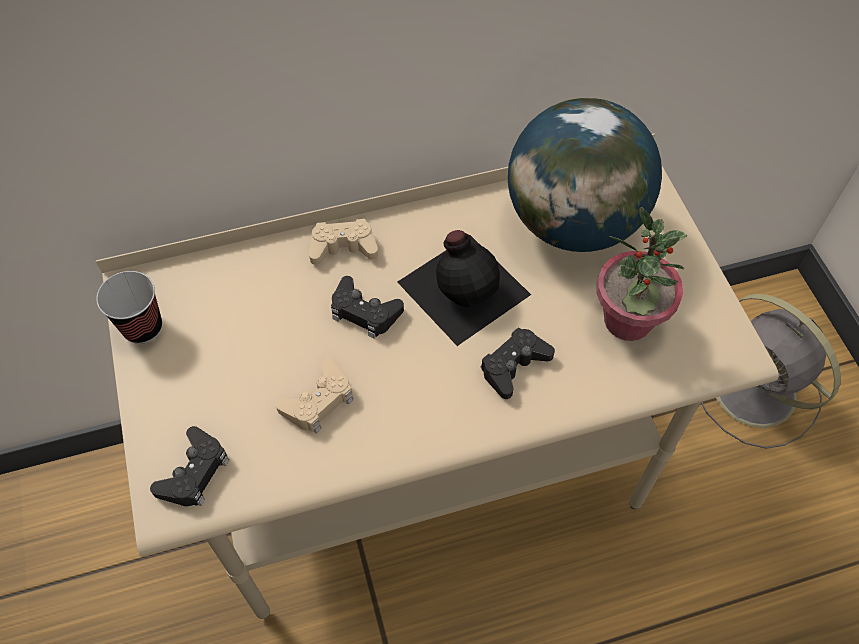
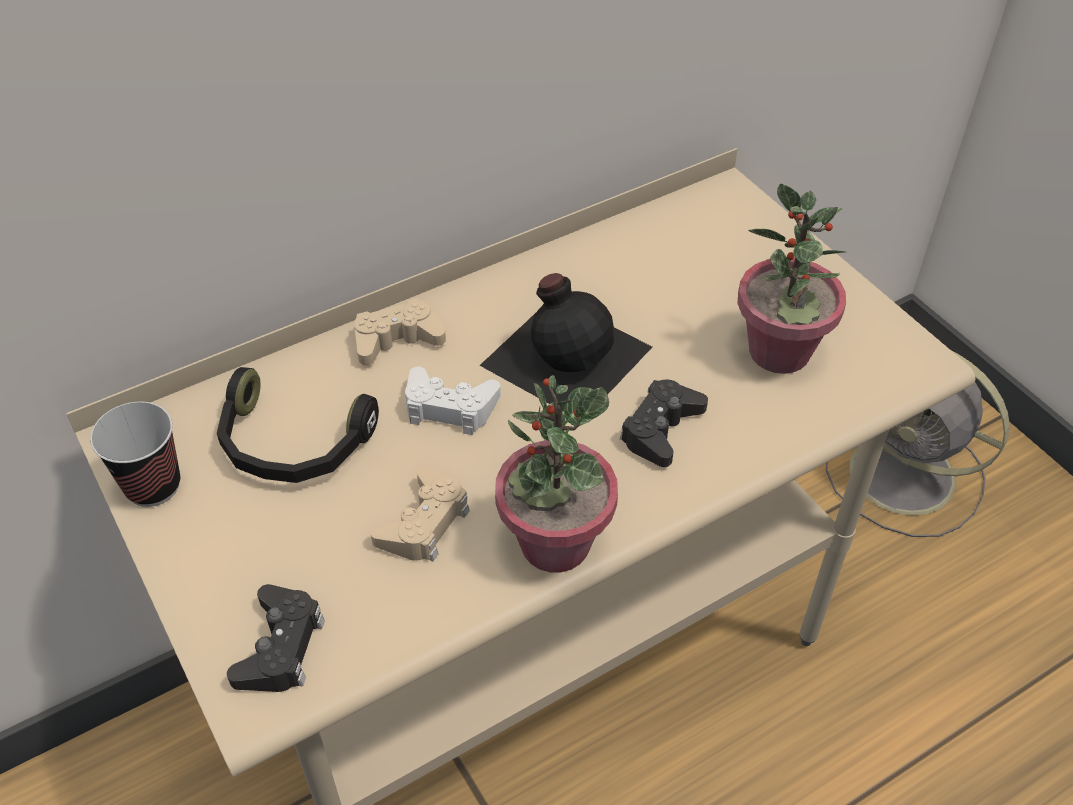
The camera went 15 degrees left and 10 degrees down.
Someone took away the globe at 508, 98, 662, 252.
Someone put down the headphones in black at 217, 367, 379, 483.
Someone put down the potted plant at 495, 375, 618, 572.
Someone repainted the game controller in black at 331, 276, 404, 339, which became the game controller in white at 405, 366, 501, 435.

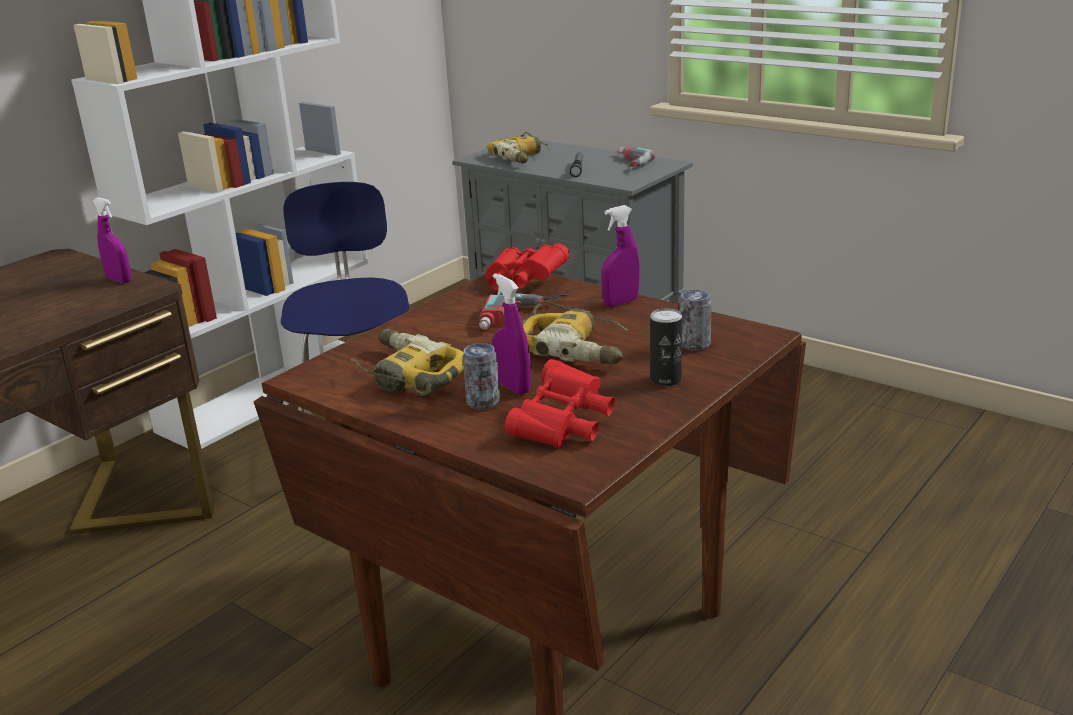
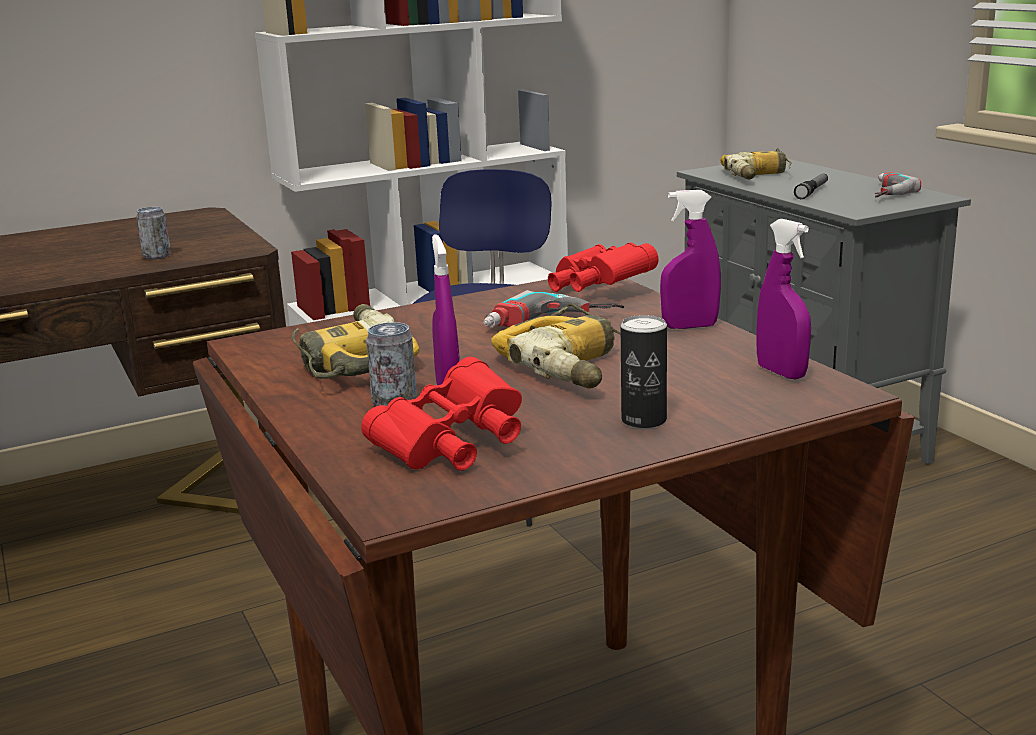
The camera went 25 degrees right and 5 degrees down.
Someone carried the spray bottle in purple from 92, 197, 131, 283 to 757, 219, 811, 379.
Someone carried the can from 679, 290, 712, 351 to 136, 207, 171, 259.

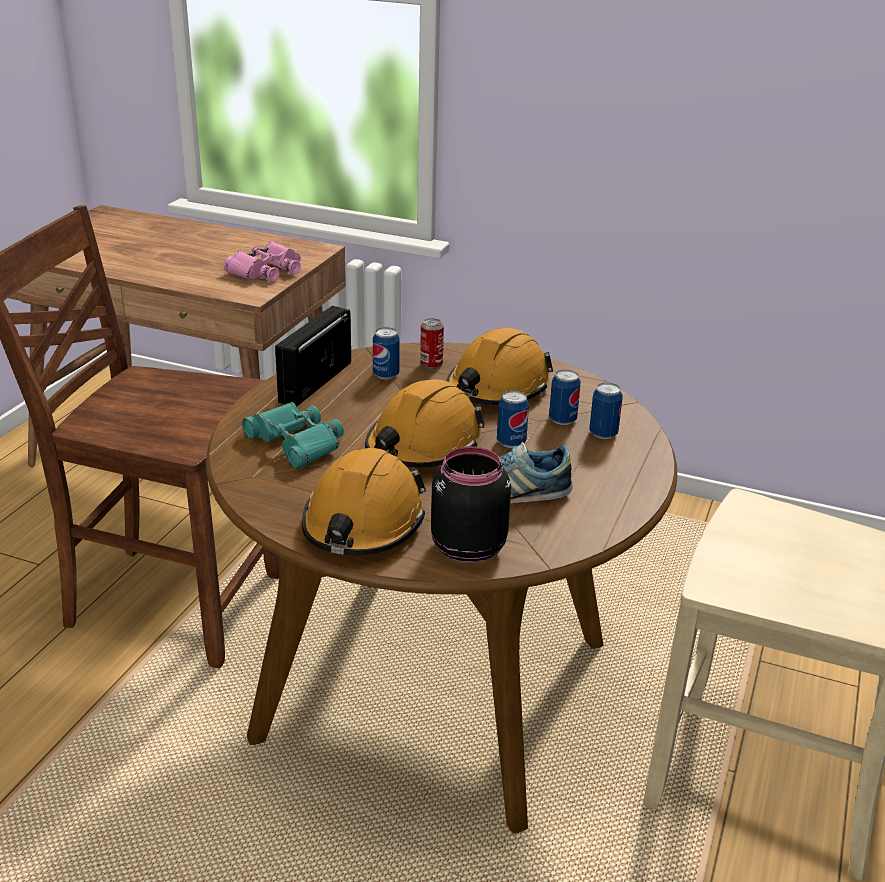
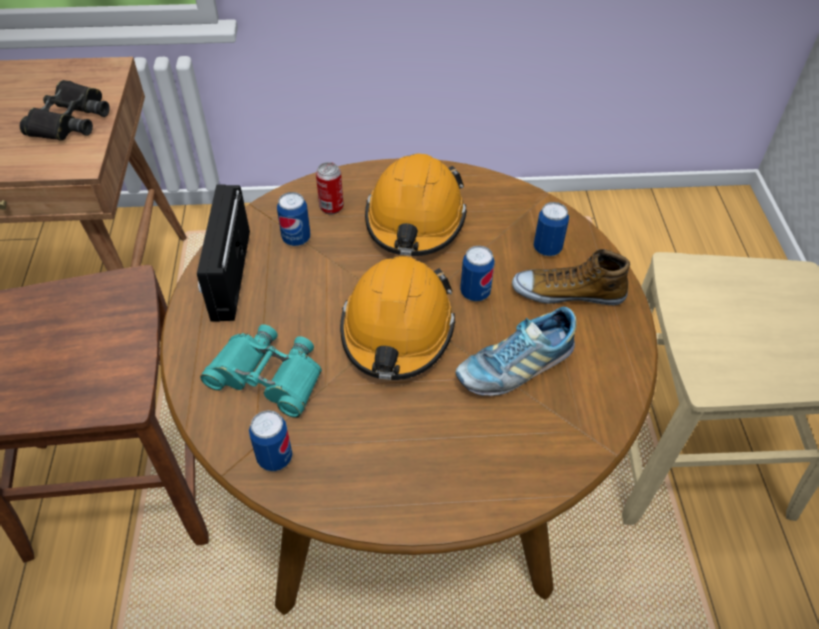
The camera went 25 degrees left and 20 degrees up.
Someone took away the hard hat in orange at 302, 448, 426, 555.
Someone took away the jar in black at 431, 447, 511, 563.
Someone put down the shoe at 512, 249, 630, 306.
Someone carried the can from 549, 370, 581, 425 to 249, 410, 293, 471.
Someone repainted the binoculars in pink at 223, 241, 301, 282, which became the binoculars in black at 20, 80, 110, 141.

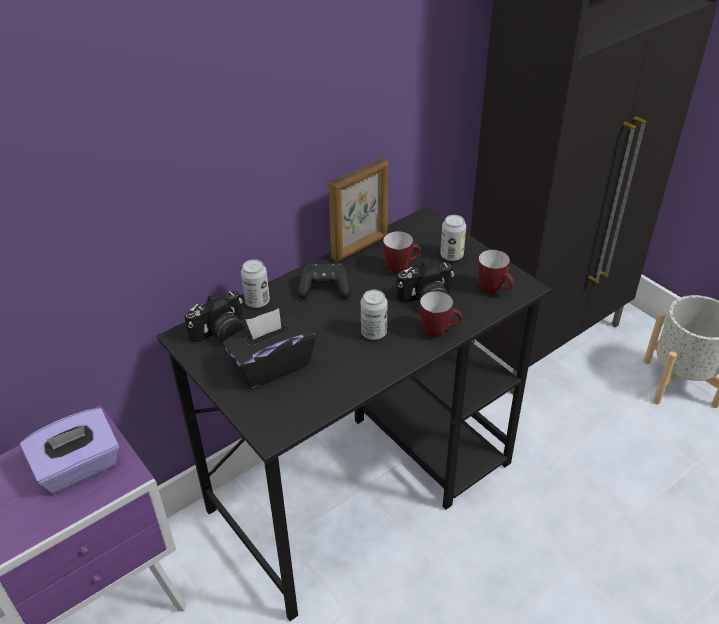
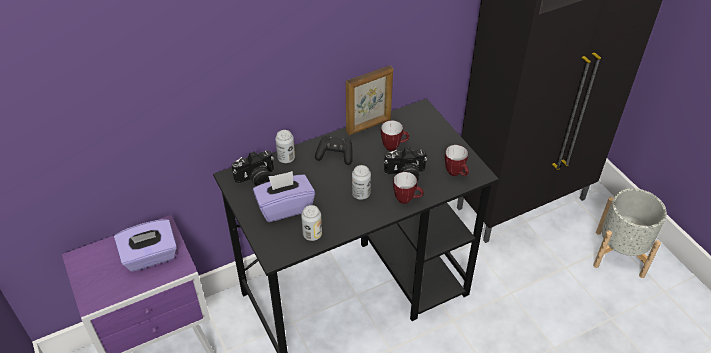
The camera went 10 degrees right and 5 degrees up.
Someone carried the can from 440, 215, 466, 261 to 301, 205, 322, 241.
Someone repainted the tissue box in black at 223, 308, 315, 388, which became the tissue box in purple at 253, 171, 315, 222.

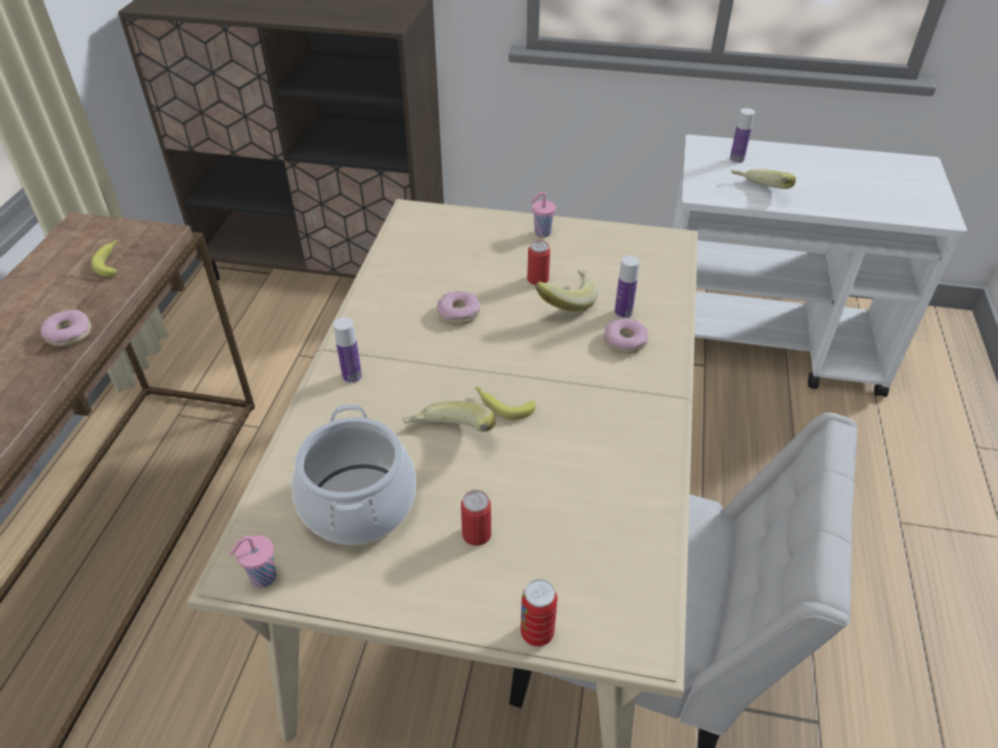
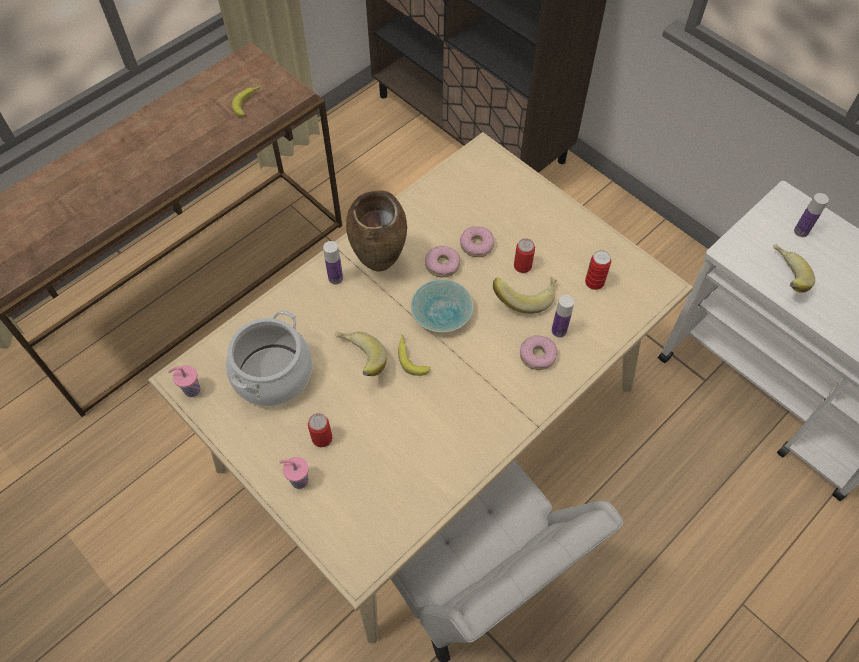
The camera went 35 degrees right and 15 degrees up.
Someone put down the vase in brown at 346, 190, 407, 272.
Someone put down the bowl in turquoise at 411, 279, 473, 332.
Someone carried the donut from 40, 310, 91, 347 to 460, 226, 494, 257.
Someone carried the can from 521, 579, 557, 647 to 585, 250, 611, 290.
Someone carried the cup in pink from 531, 192, 556, 238 to 280, 457, 309, 489.

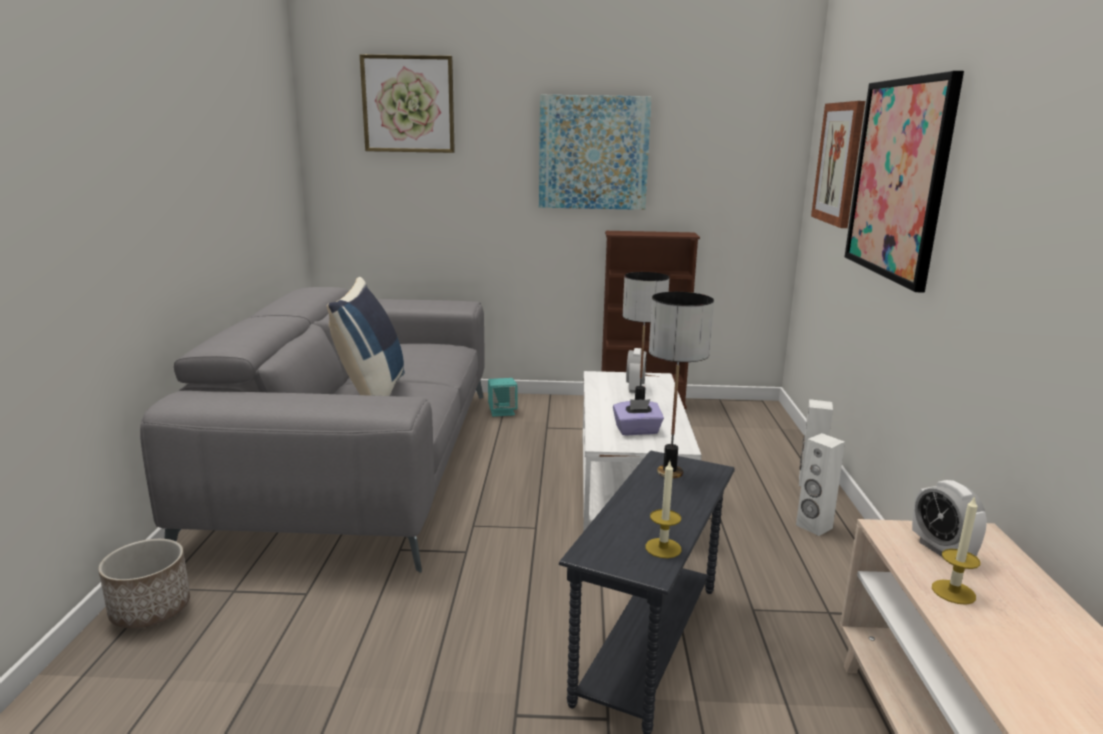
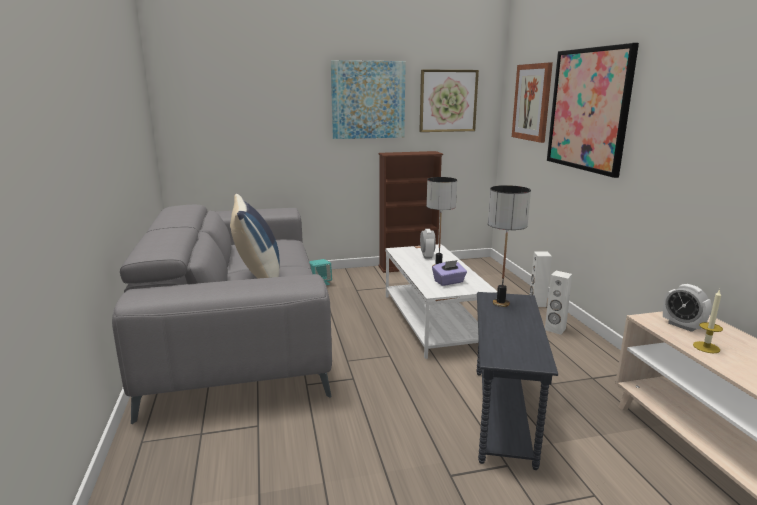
The camera went 15 degrees left and 0 degrees up.
Someone took away the planter at 98, 539, 190, 628.
Someone took away the candle at 645, 461, 682, 558.
Someone carried the picture from 360, 54, 455, 153 to 419, 69, 479, 132.

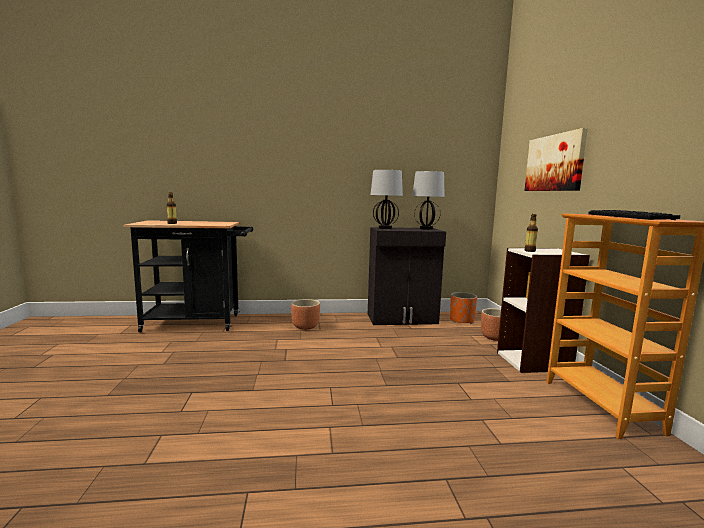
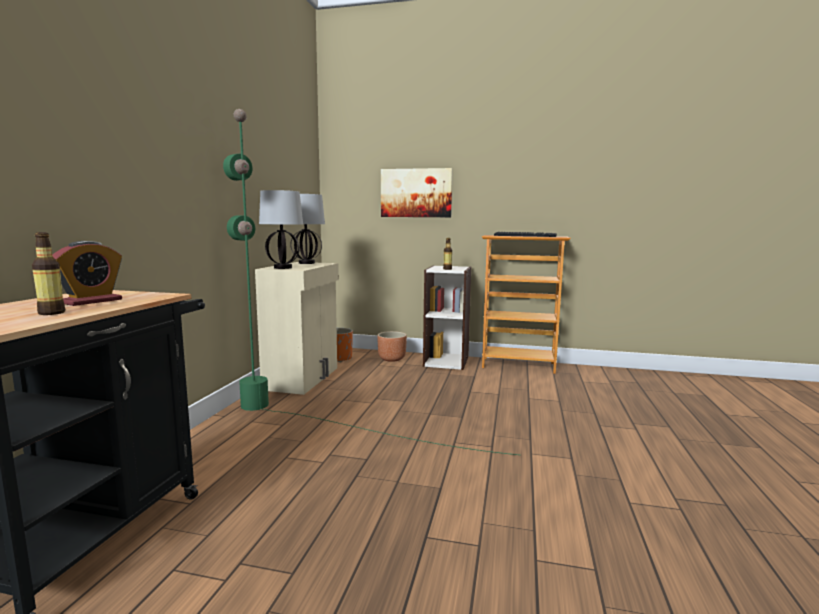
The camera went 70 degrees left and 0 degrees up.
Someone took away the planter in brown at 291, 299, 320, 330.
Someone put down the alarm clock at 52, 241, 122, 306.
Someone put down the floor lamp in green at 223, 109, 519, 455.
Someone repainted the cabinet in black at 368, 227, 446, 325, which became the cabinet in beige at 255, 262, 339, 395.

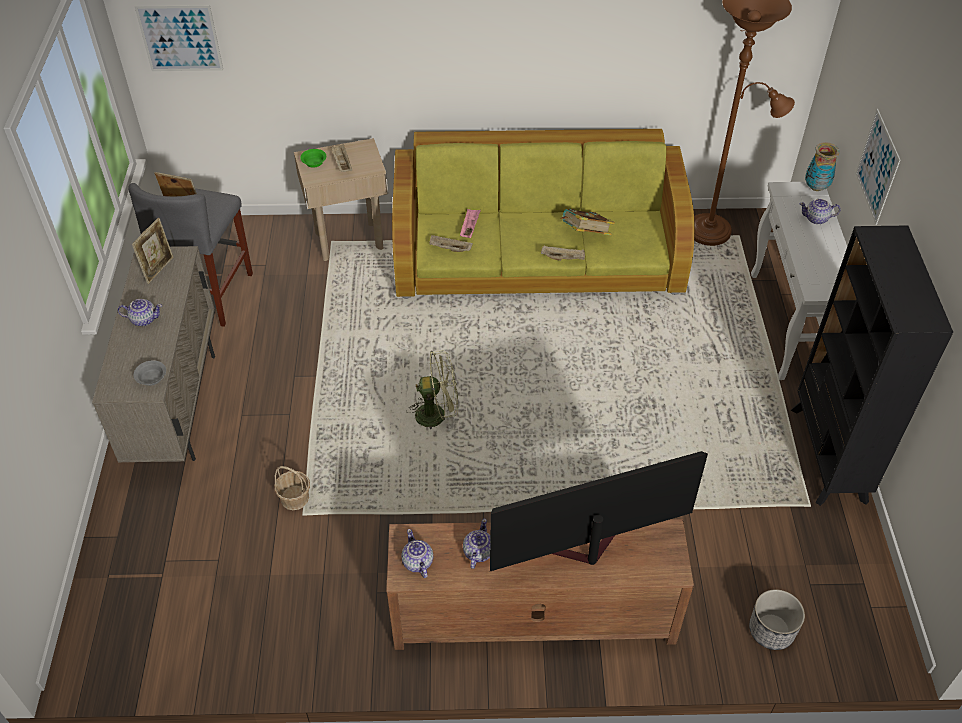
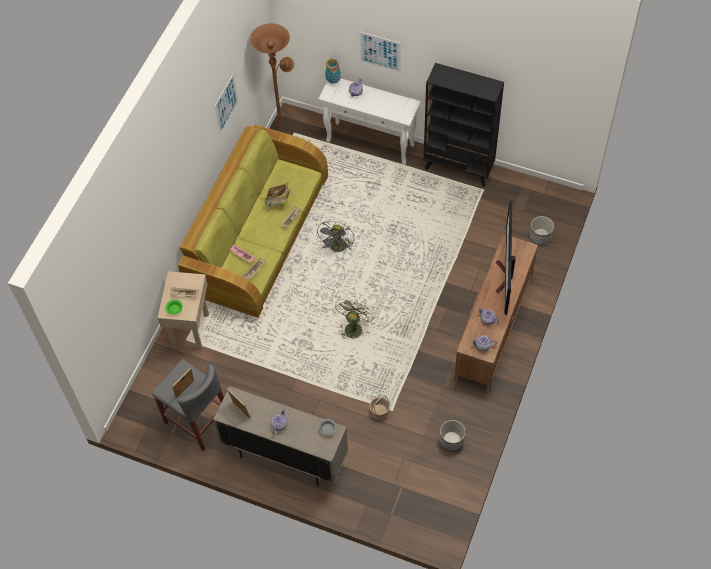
The camera went 65 degrees left and 10 degrees up.
Someone put down the fan in grey at 316, 221, 354, 253.
Someone put down the planter at 440, 420, 466, 451.
Someone carried the picture from 134, 5, 223, 71 to 215, 73, 239, 134.

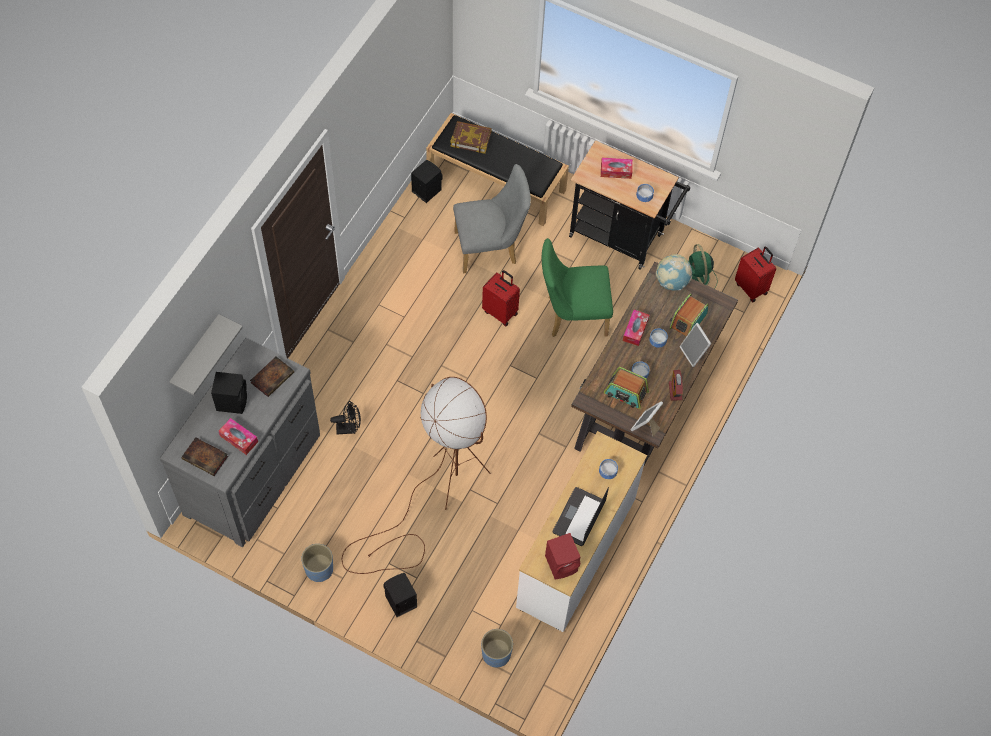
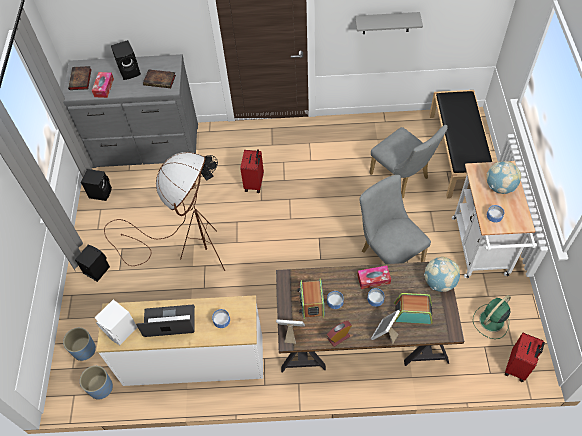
The camera went 65 degrees right and 5 degrees down.
Someone took away the book at 450, 121, 492, 154.
Someone carried the shelf in grey from 169, 314, 243, 395 to 355, 12, 423, 34.
Someone carried the planter in blue from 301, 544, 333, 582 to 80, 366, 113, 400.
Someone carried the speaker in black from 411, 159, 443, 203 to 81, 169, 112, 201.
Someone carried the suitcase in red from 482, 270, 520, 326 to 240, 149, 264, 193.
Someone swapped the tissue box at 601, 158, 633, 179 for the globe at 486, 161, 521, 194.
Someone repainted the chair in green at 542, 238, 613, 337, which became the chair in grey at 359, 175, 431, 264.
Someone repainted the speaker in red at 545, 533, 581, 580, which became the speaker in white at 95, 299, 138, 345.
Someone repainted the cart in black at 569, 140, 690, 270, which became the cart in white at 452, 161, 537, 278.

